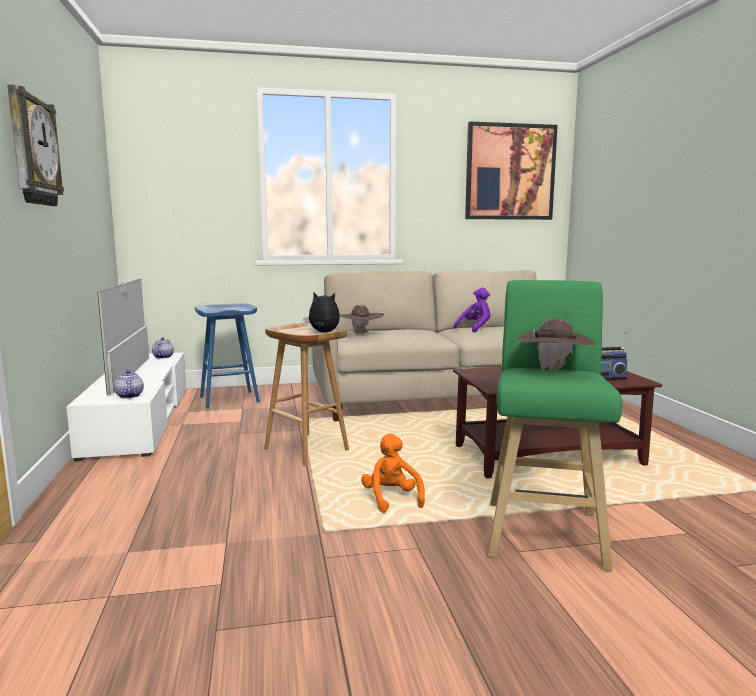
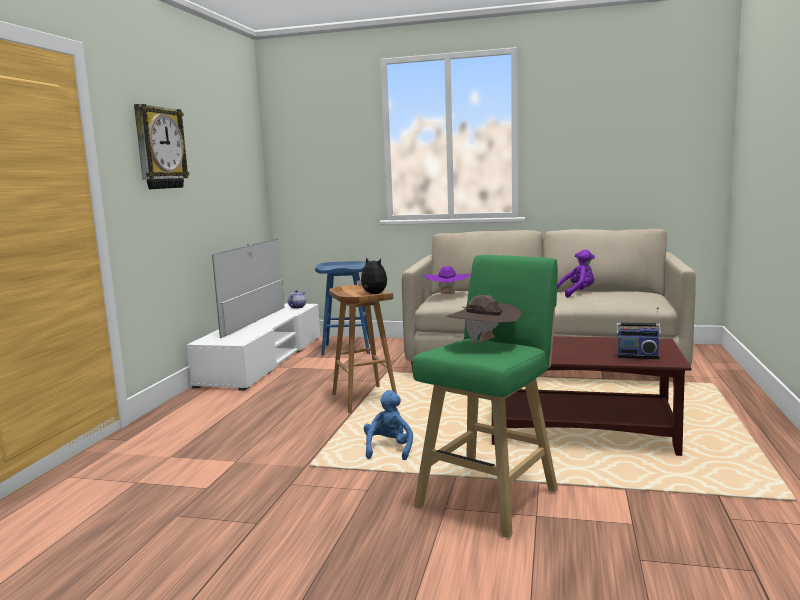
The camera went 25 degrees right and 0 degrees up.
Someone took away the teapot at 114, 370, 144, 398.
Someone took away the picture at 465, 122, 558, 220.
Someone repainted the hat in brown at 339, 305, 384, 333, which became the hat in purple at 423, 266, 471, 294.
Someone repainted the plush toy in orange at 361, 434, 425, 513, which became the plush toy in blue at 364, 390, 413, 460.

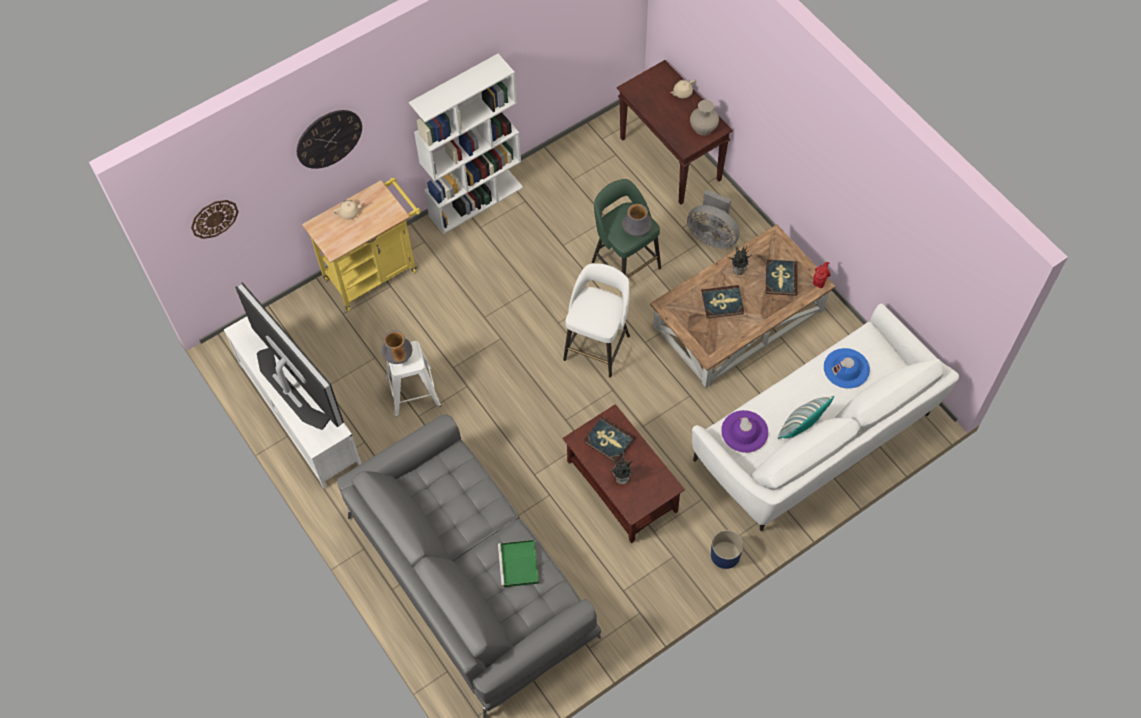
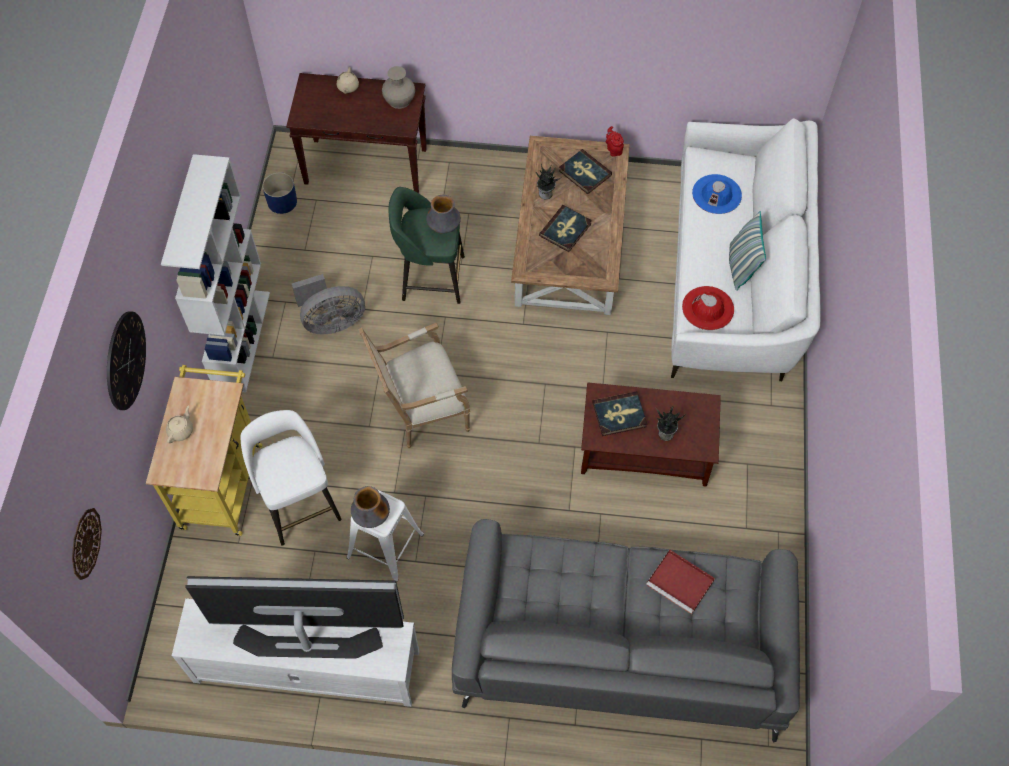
The camera went 50 degrees left and 0 degrees up.
Someone put down the armchair at 358, 323, 470, 448.
Someone carried the stool in white from 563, 263, 630, 377 to 240, 410, 341, 546.
Someone carried the fan in grey from 687, 190, 740, 249 to 292, 274, 365, 335.
Someone carried the planter in blue from 711, 530, 743, 569 to 262, 172, 297, 214.
Someone repainted the tray in green at 498, 540, 539, 587, which became the tray in red at 647, 550, 715, 614.
Someone repainted the hat in purple at 721, 410, 768, 453, which became the hat in red at 682, 286, 734, 330.

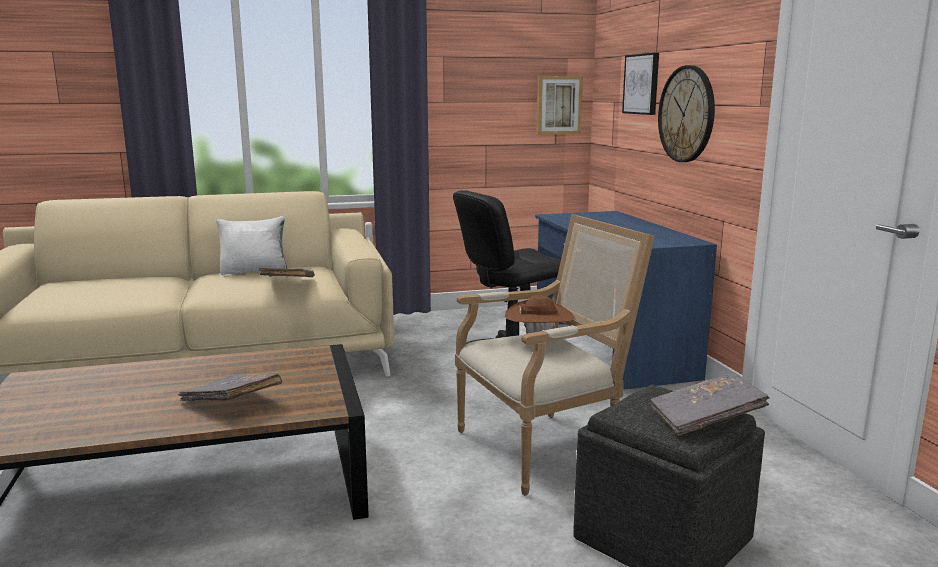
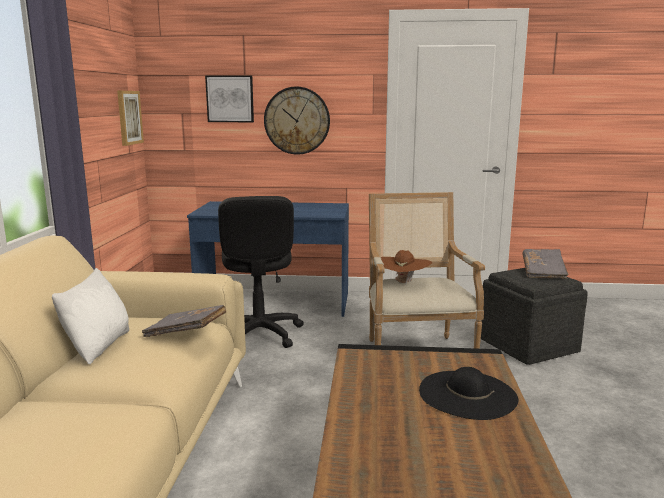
The camera went 70 degrees left and 0 degrees up.
Someone swapped the book in grey at 178, 374, 282, 401 for the hat in black at 419, 367, 518, 420.

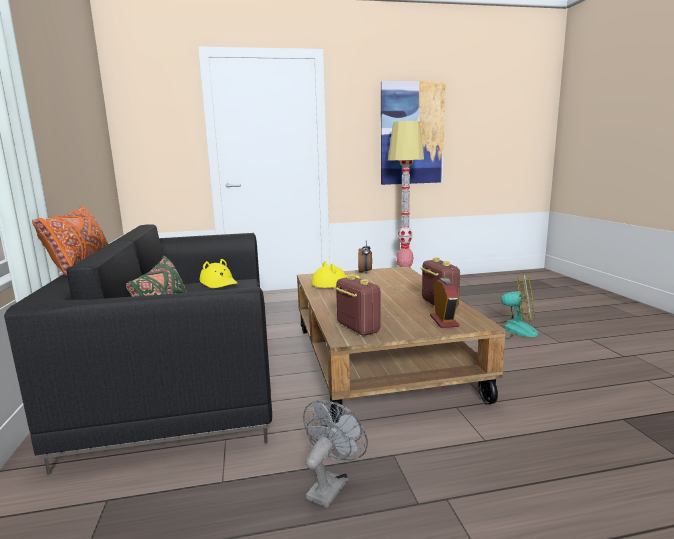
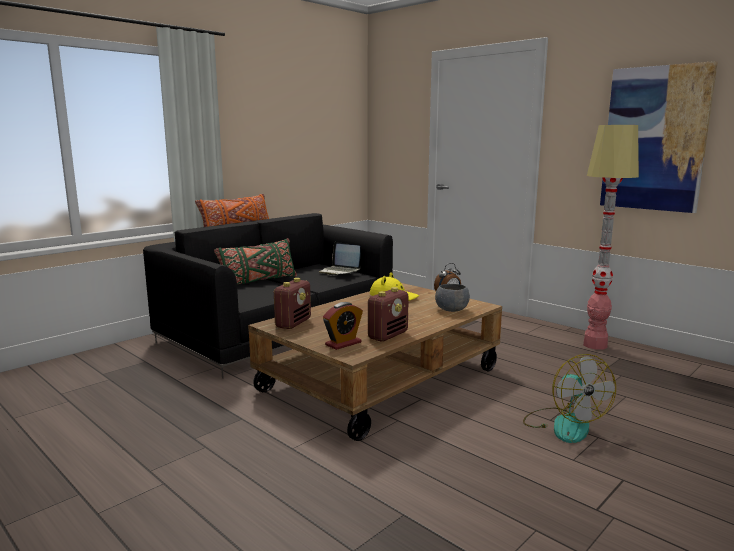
The camera went 55 degrees right and 0 degrees up.
Someone took away the fan in grey at 303, 400, 368, 508.
Someone put down the bowl in grey at 435, 284, 470, 312.
Someone swapped the hat in yellow at 200, 259, 238, 288 for the laptop at 319, 242, 361, 275.

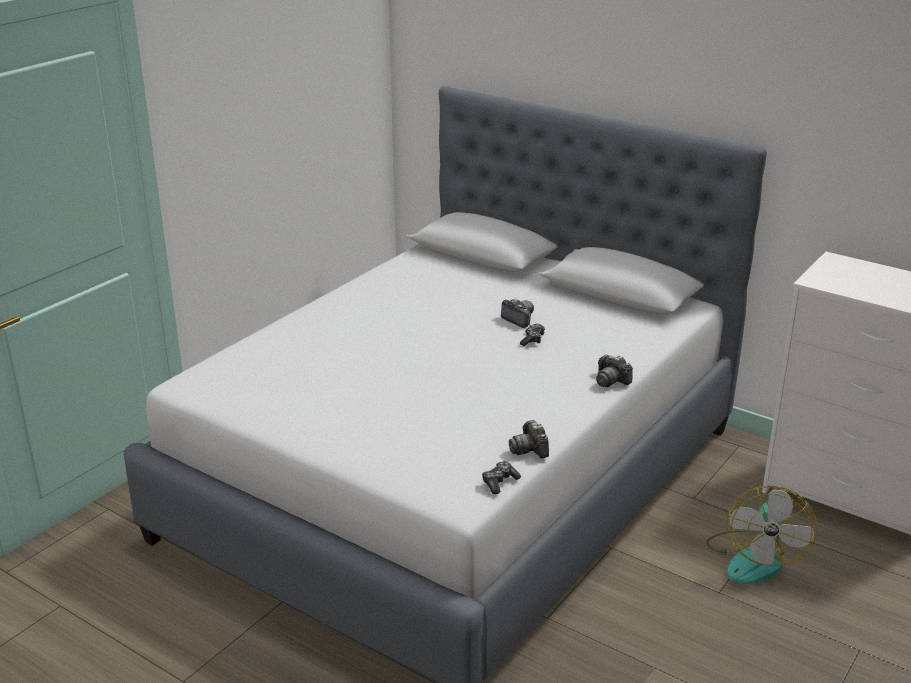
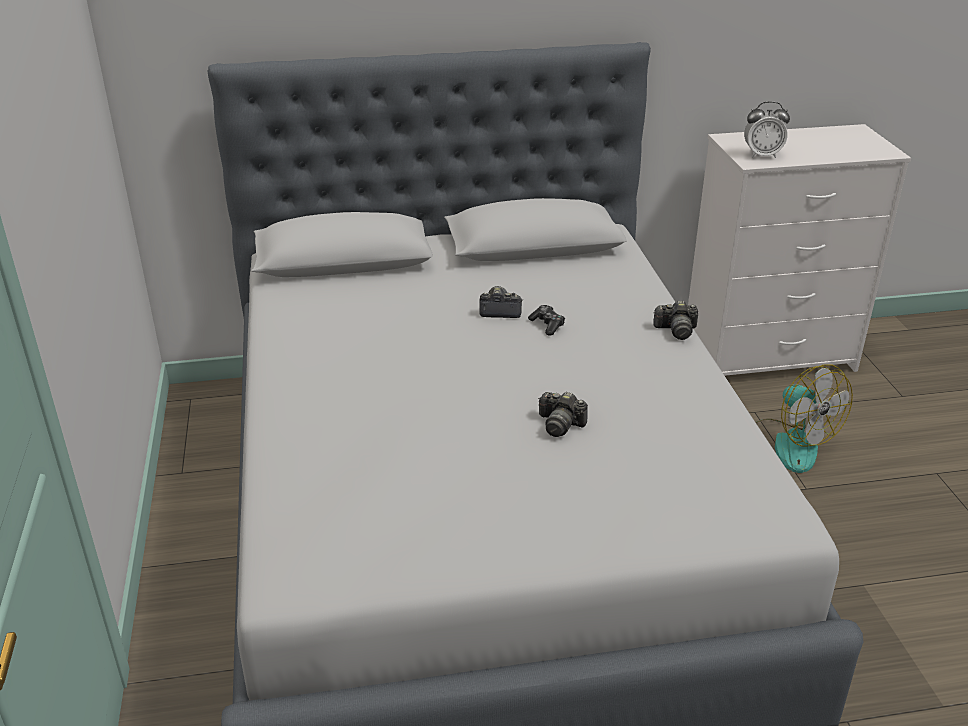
The camera went 45 degrees left and 5 degrees up.
Someone took away the game controller at 482, 461, 521, 494.
Someone put down the alarm clock at 744, 101, 790, 158.
Someone carried the photo camera from 509, 420, 549, 458 to 538, 391, 588, 437.

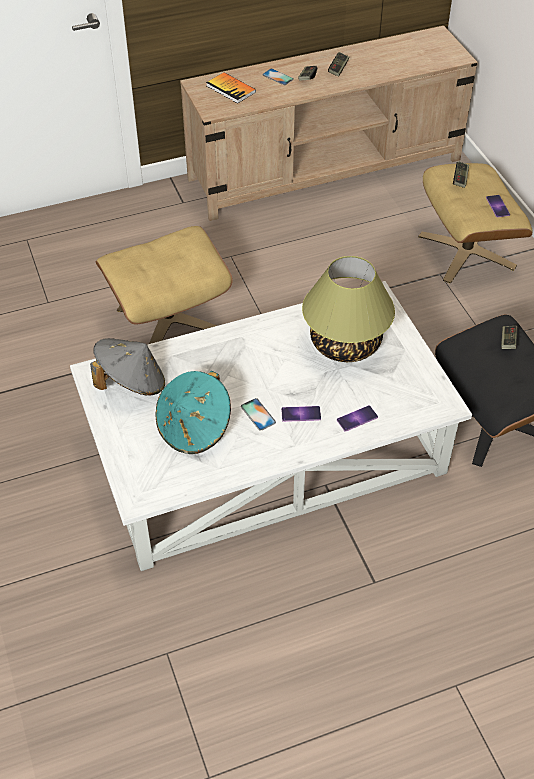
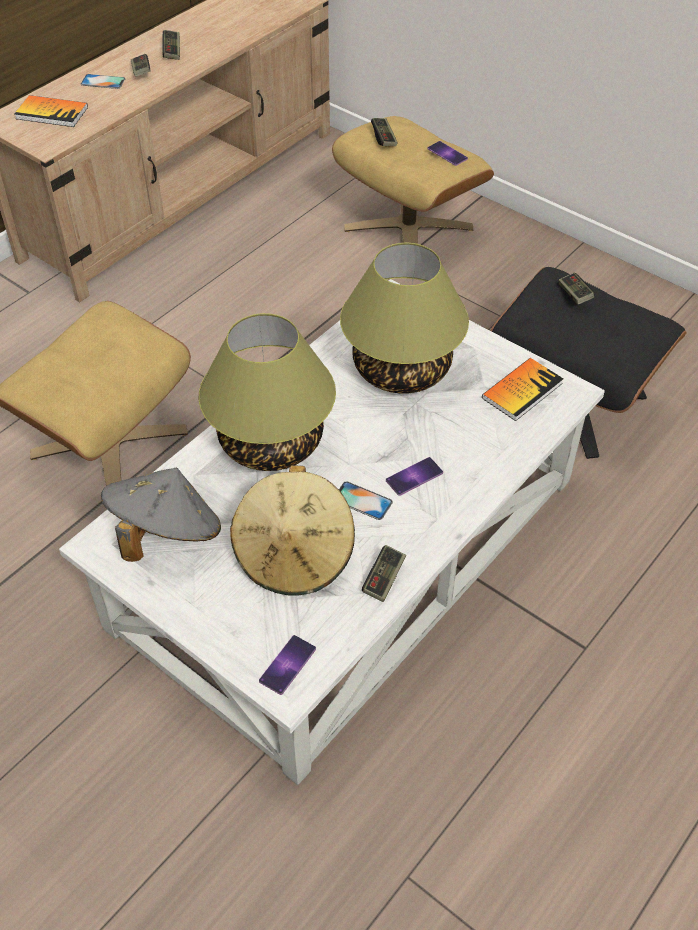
The camera went 30 degrees left and 0 degrees up.
Someone put down the table lamp at 199, 313, 336, 471.
Someone put down the game controller at 362, 545, 406, 602.
Someone put down the book at 482, 358, 563, 421.
Someone carried the phone from 337, 405, 378, 432 to 259, 635, 316, 695.
Someone repainted the hat in turquoise at 155, 371, 231, 454, which became the hat in beige at 230, 465, 355, 596.

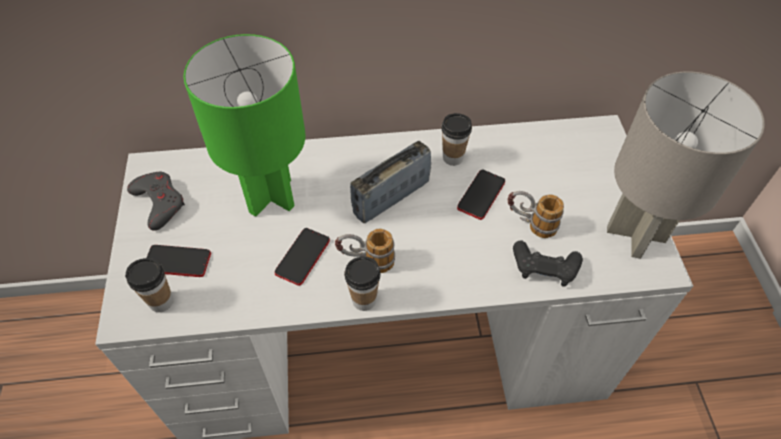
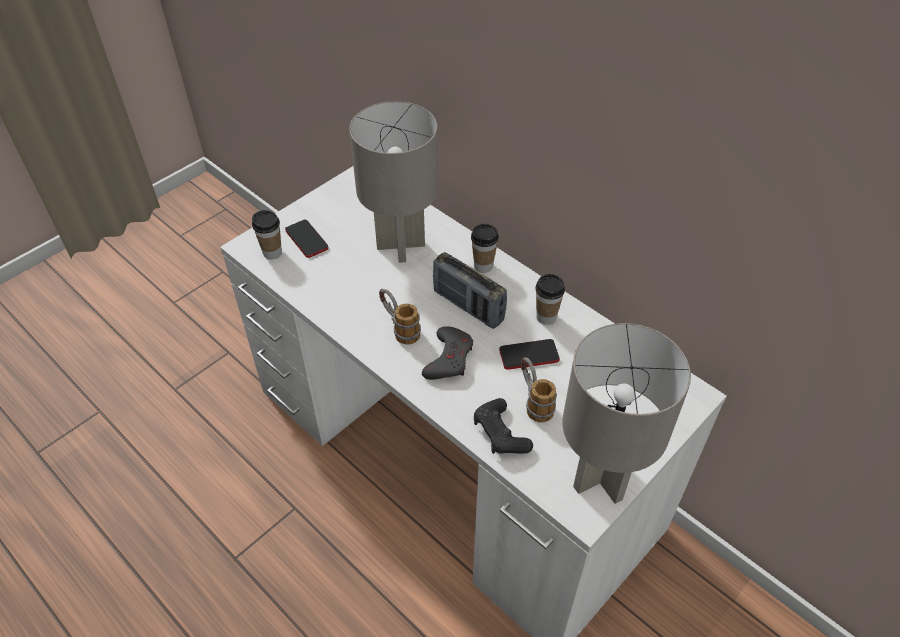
The camera went 50 degrees right and 5 degrees down.
Someone took away the phone at 275, 228, 330, 286.
Someone carried the game controller in grey from 127, 172, 185, 231 to 422, 326, 473, 380.
Someone carried the cup from 344, 257, 381, 311 to 471, 224, 499, 273.
Someone repainted the table lamp in green at 184, 34, 306, 217, which became the table lamp in grey at 349, 101, 438, 263.
Someone rotated the radio at 350, 141, 431, 223 by 150 degrees counterclockwise.

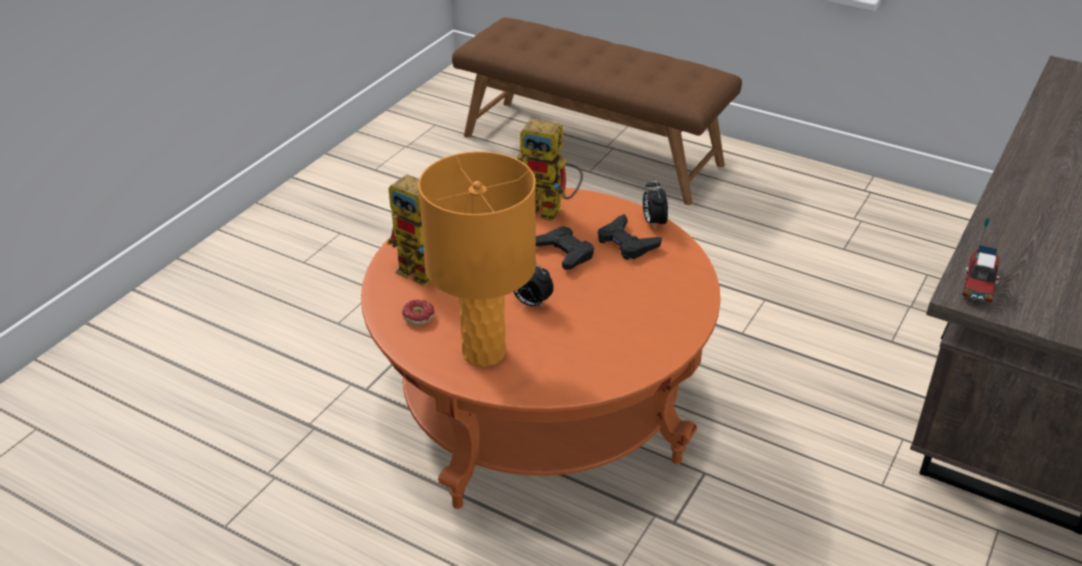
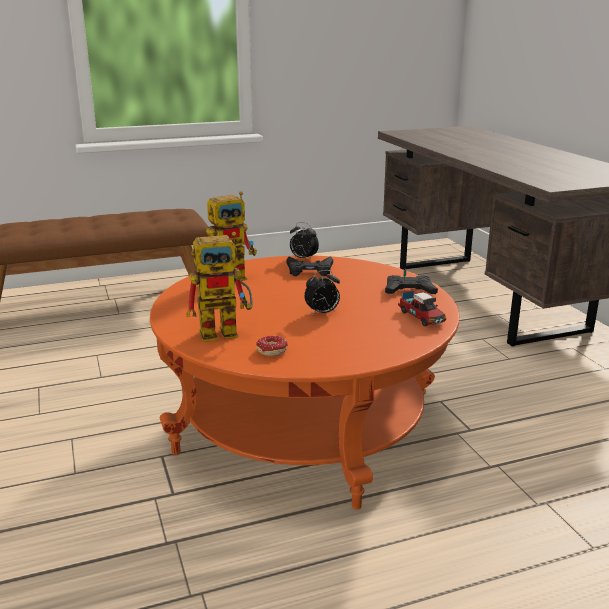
The camera went 50 degrees left and 15 degrees down.
Someone took away the table lamp in orange at 418, 151, 536, 367.
Someone carried the game controller in black from 536, 226, 594, 270 to 385, 275, 438, 294.
Someone carried the toy truck from 962, 216, 1000, 302 to 398, 268, 446, 326.

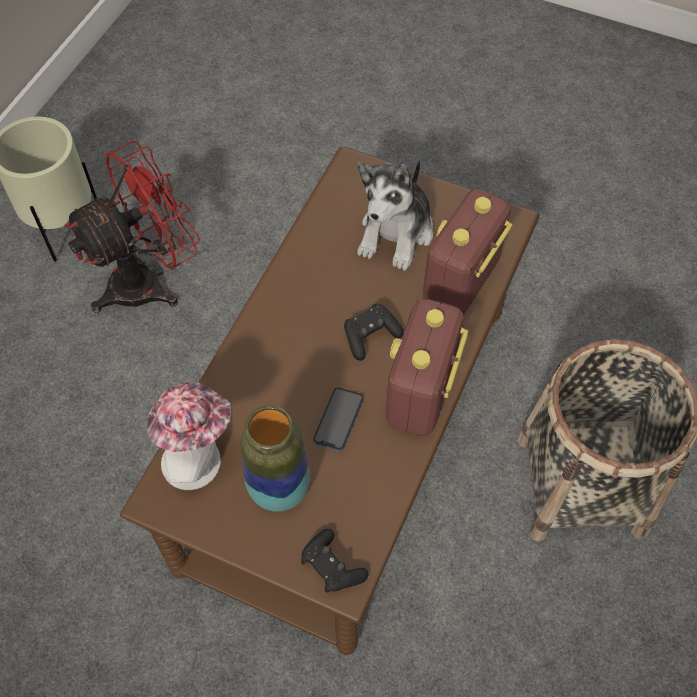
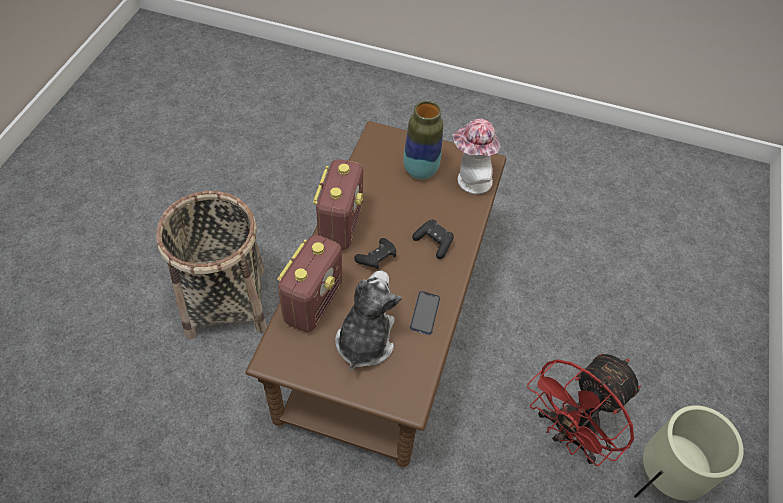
The camera went 170 degrees right and 5 degrees down.
Someone carried the game controller in black from 301, 529, 368, 593 to 412, 220, 454, 259.
Someone carried the phone from 313, 387, 364, 451 to 410, 291, 440, 335.

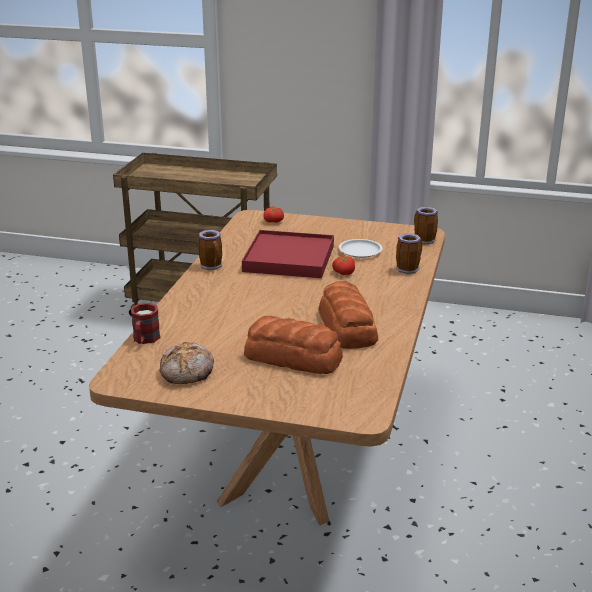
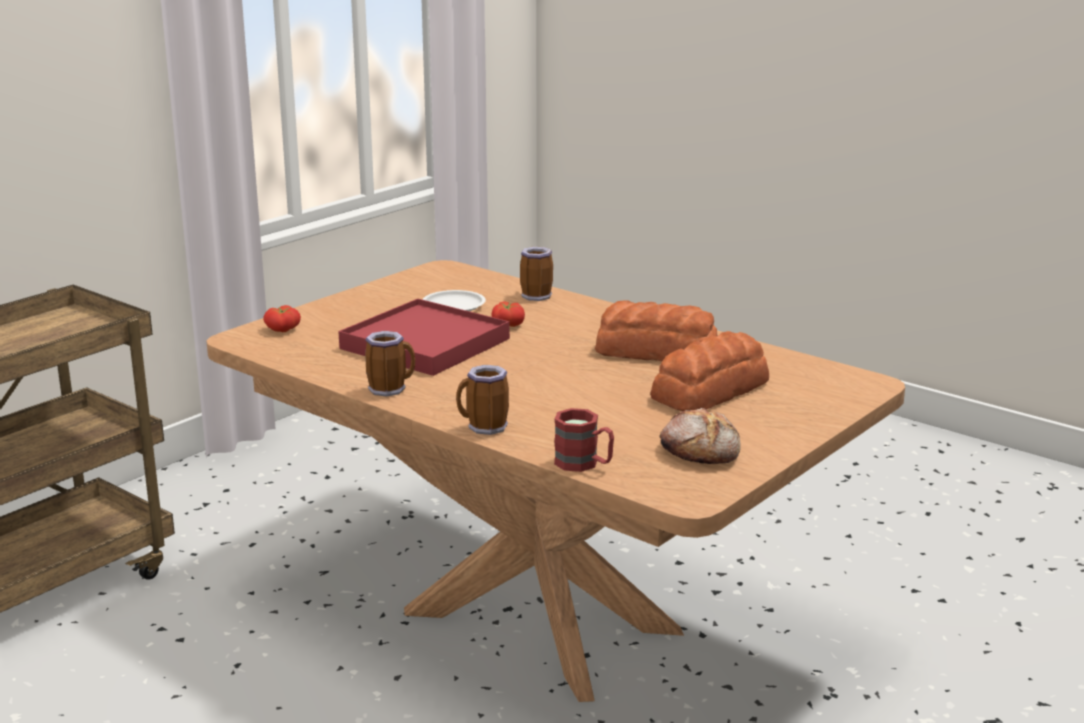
The camera went 65 degrees left and 5 degrees down.
Someone carried the mug from 414, 207, 438, 244 to 456, 365, 509, 435.

